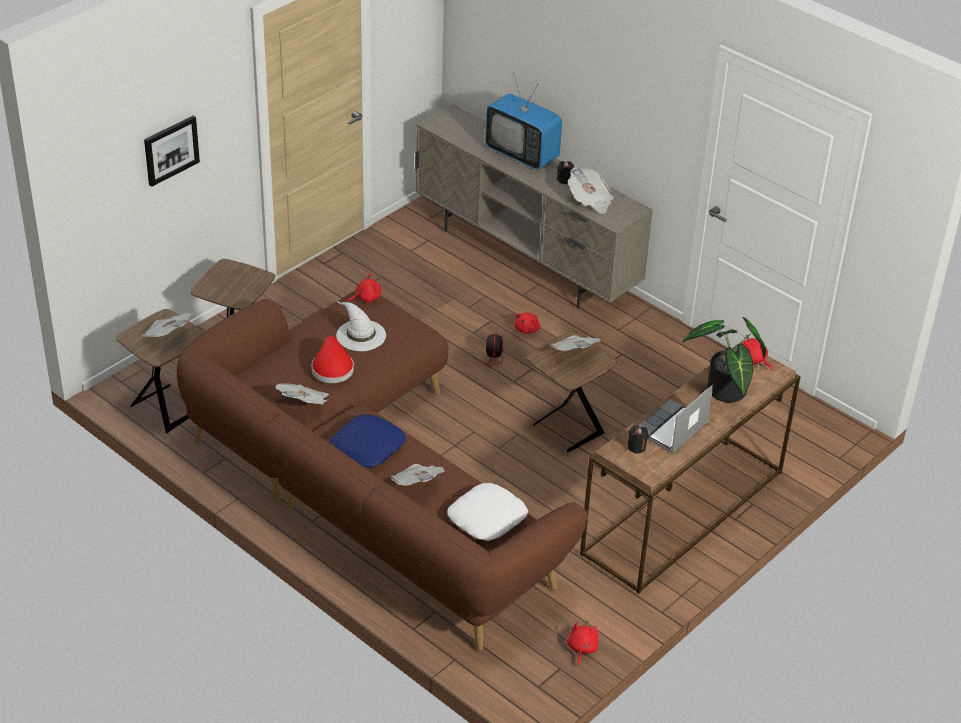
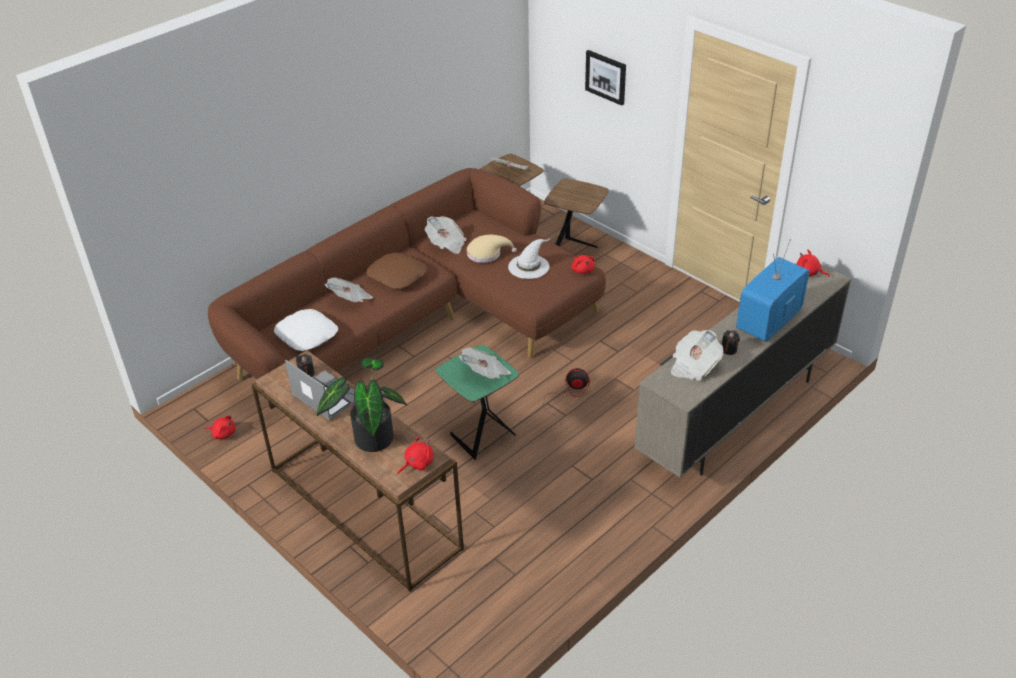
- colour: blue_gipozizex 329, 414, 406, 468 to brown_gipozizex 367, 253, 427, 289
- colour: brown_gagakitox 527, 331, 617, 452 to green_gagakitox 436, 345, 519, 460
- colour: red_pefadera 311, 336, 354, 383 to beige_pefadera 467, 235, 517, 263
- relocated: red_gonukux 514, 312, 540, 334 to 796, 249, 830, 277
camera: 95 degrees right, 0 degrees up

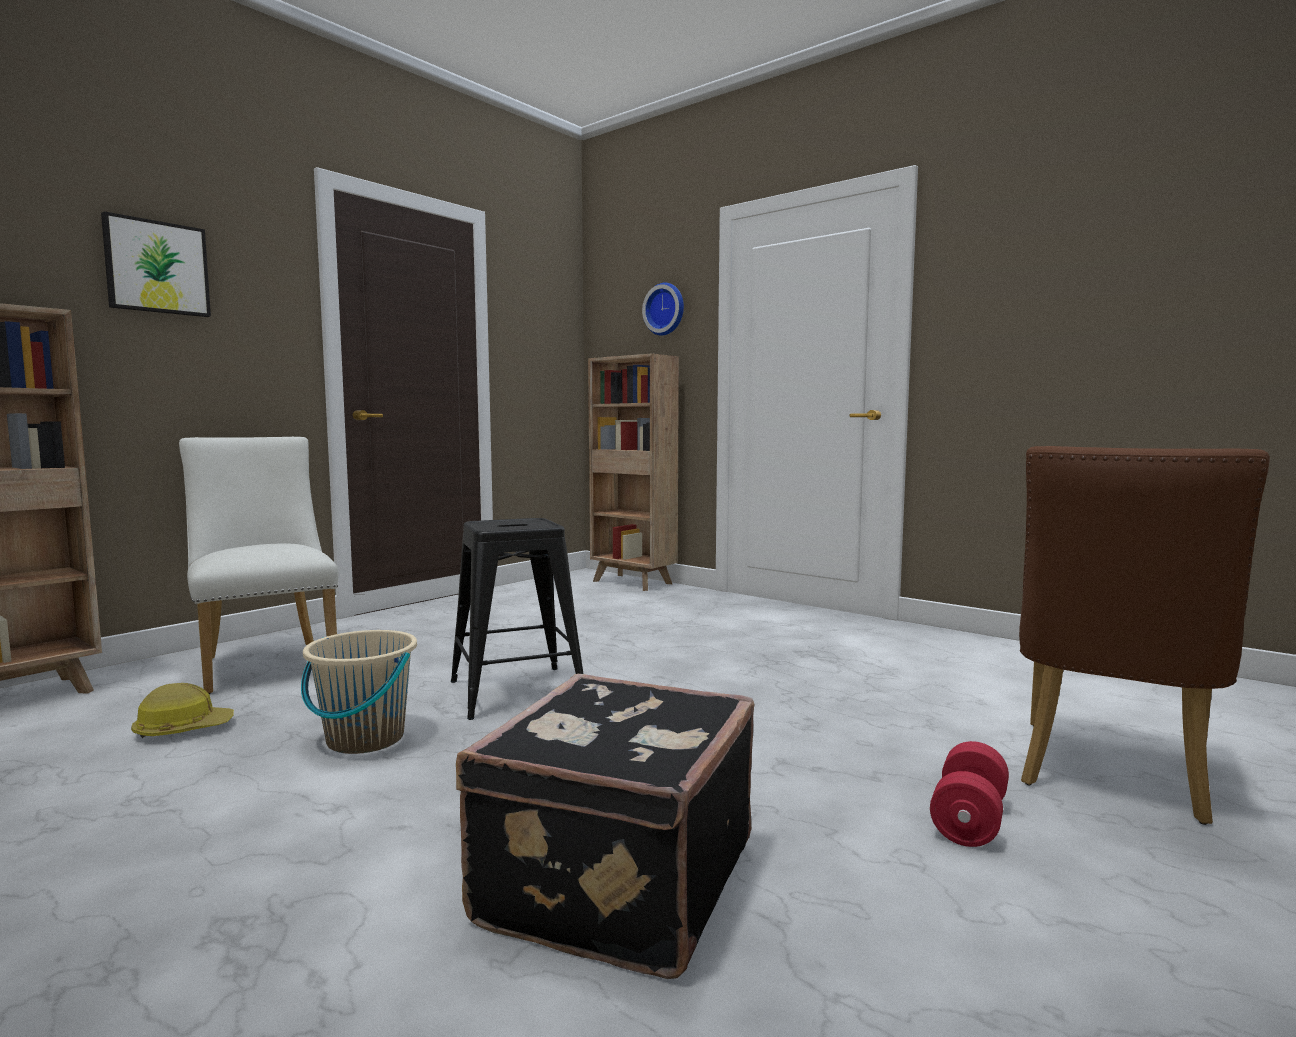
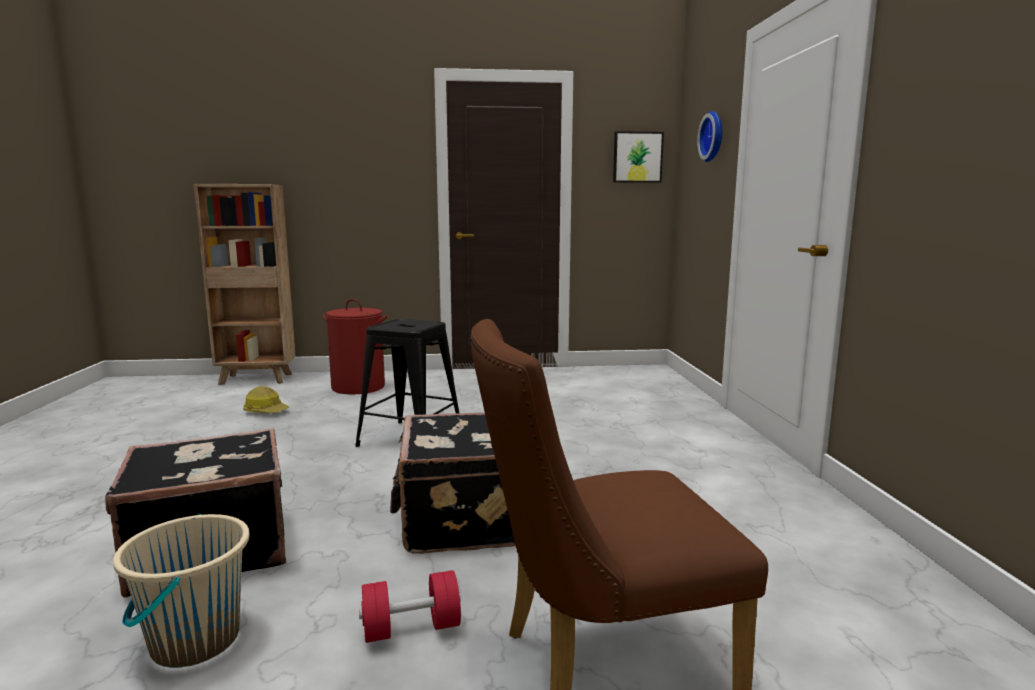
- relocated: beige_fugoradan 301, 630, 417, 754 to 113, 514, 250, 668
- exchanged: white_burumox 179, 437, 338, 694 to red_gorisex 323, 299, 387, 394
- appeared: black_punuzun 390, 412, 516, 554
- relocated: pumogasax 101, 211, 211, 317 to 613, 131, 664, 183
- missing: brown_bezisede 588, 354, 679, 591
camera: 45 degrees right, 5 degrees up

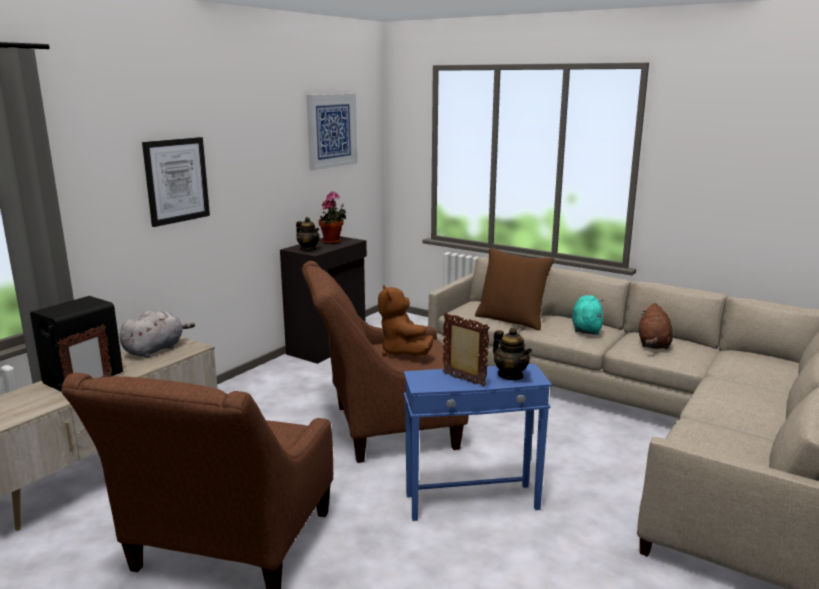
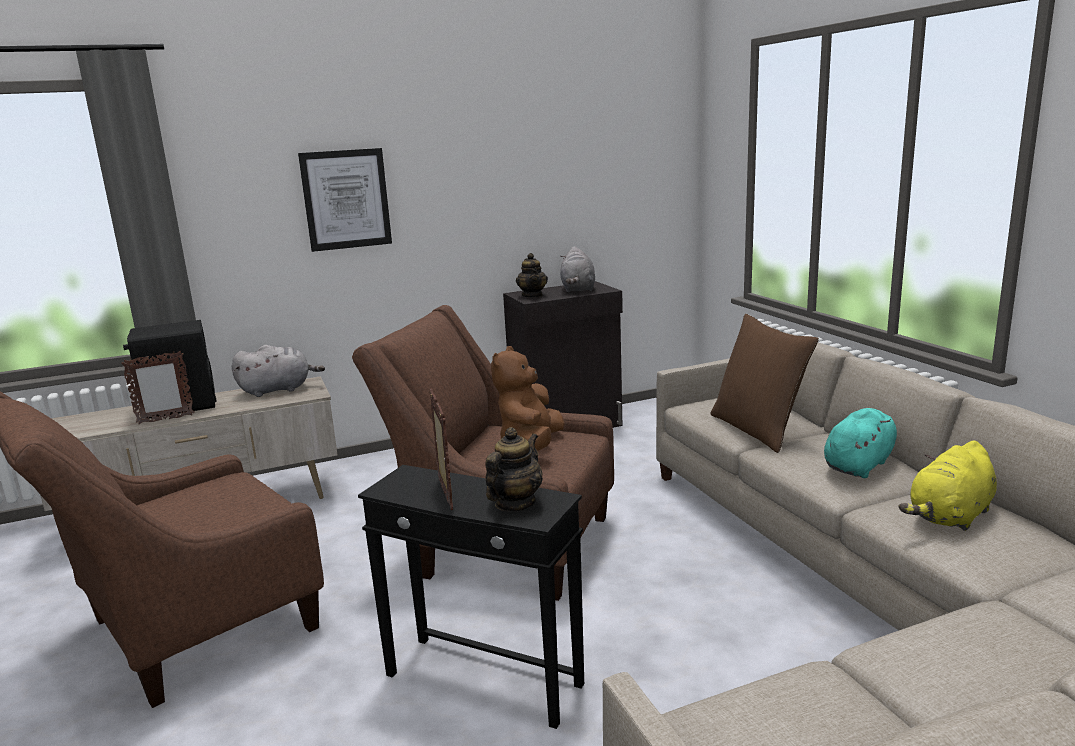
- colour: blue_gagakitox 404, 364, 552, 521 to black_gagakitox 358, 465, 584, 729
- spun: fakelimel 493, 327, 532, 380 = 485, 427, 543, 511 150 degrees counterclockwise
- exchanged: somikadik 318, 192, 346, 244 to grey_gonukux 560, 246, 595, 292
- colour: brown_gonukux 639, 303, 673, 349 to yellow_gonukux 899, 440, 997, 531
- missing: pumogasax 306, 94, 357, 171
camera: 35 degrees right, 0 degrees up

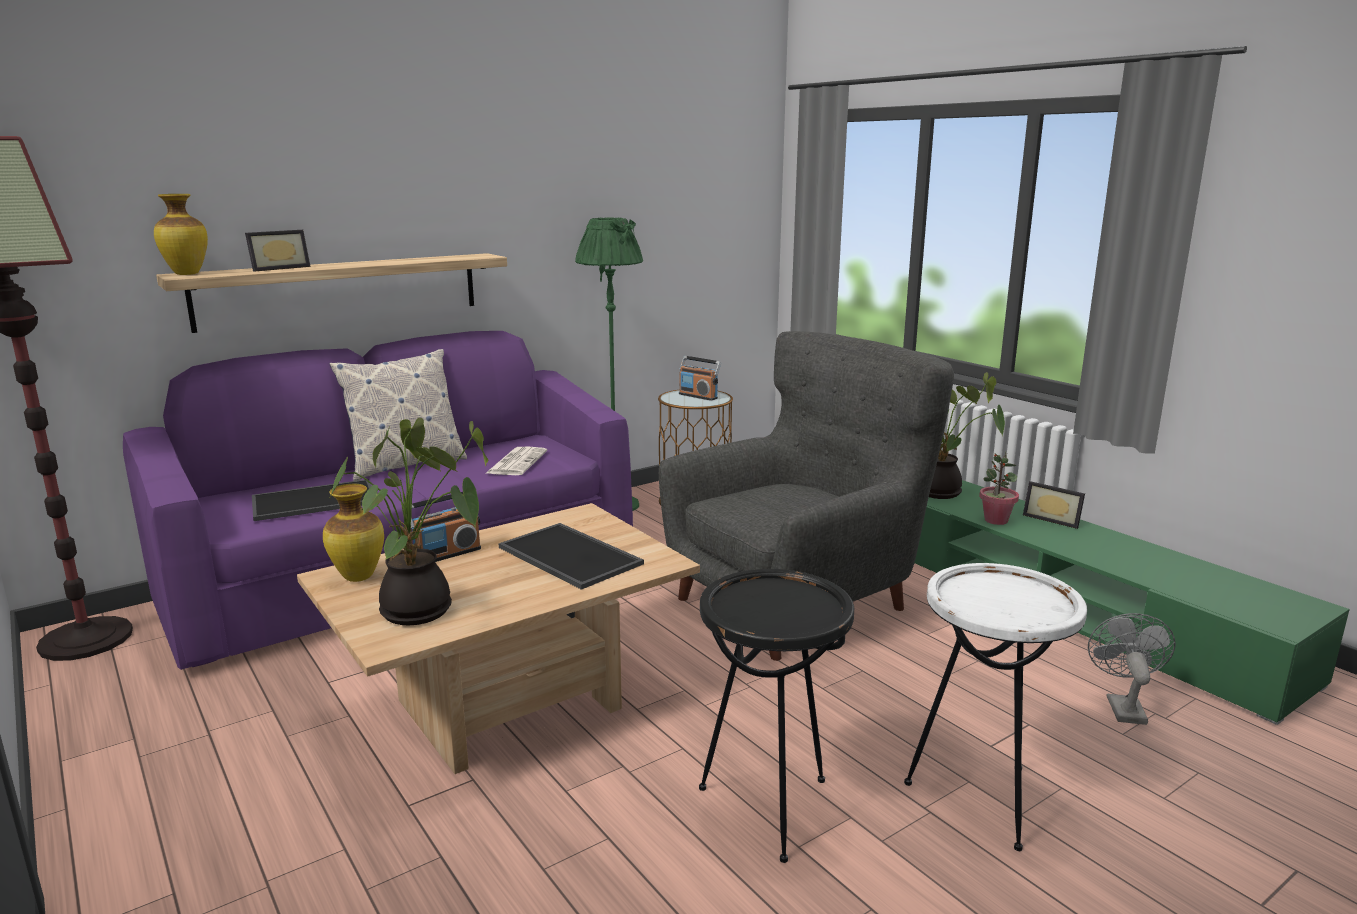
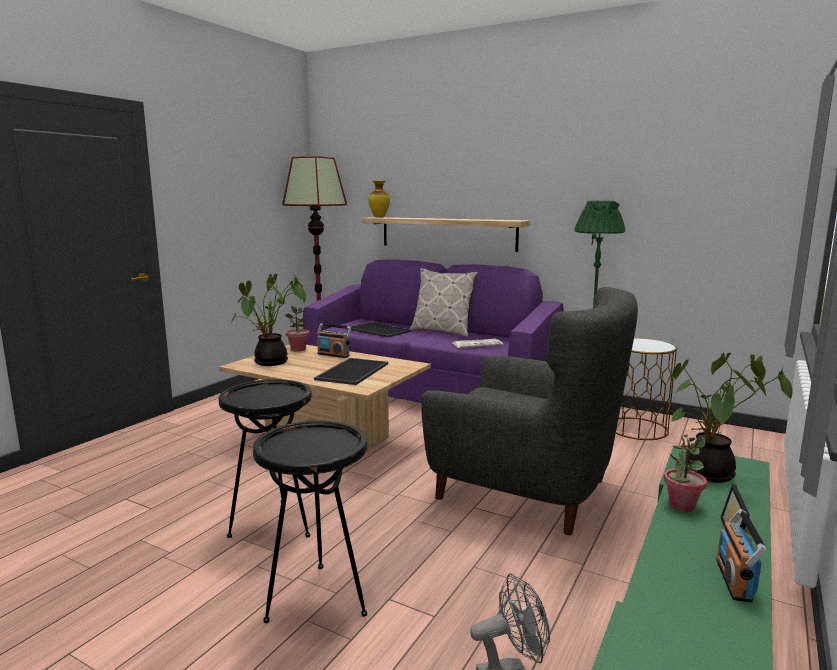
- colour: white_gagakitox 904, 563, 1087, 851 to black_gagakitox 253, 421, 367, 623
- exchanged: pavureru 323, 484, 384, 582 to somikadik 285, 306, 309, 352
- relocated: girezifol 679, 356, 721, 401 to 716, 509, 767, 603
- missing: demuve 245, 230, 310, 272
camera: 65 degrees right, 5 degrees down

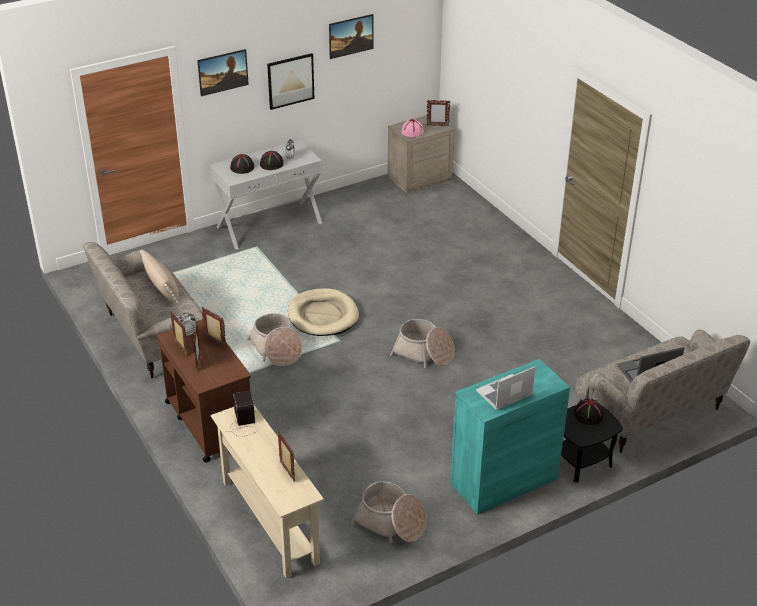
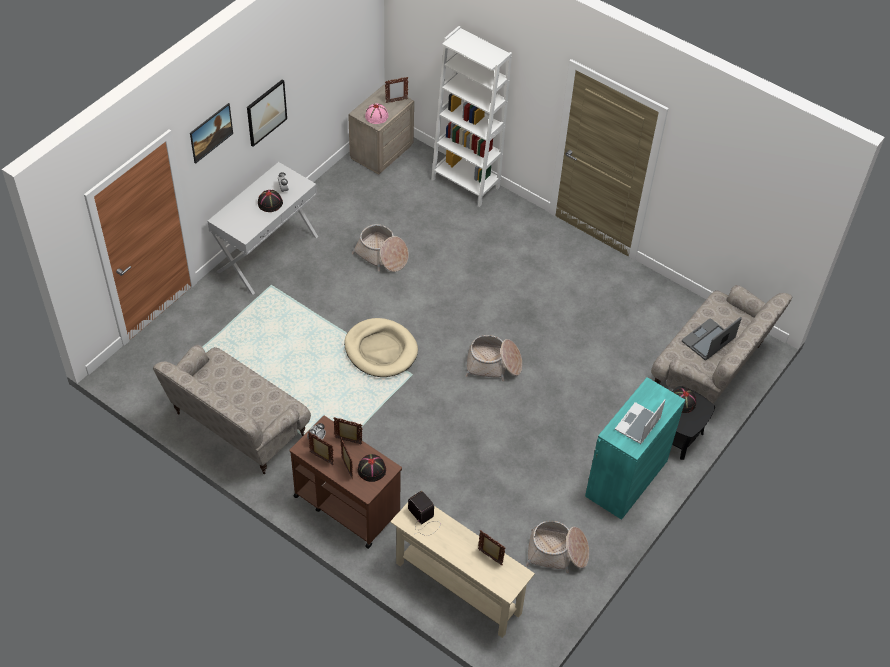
- relocated: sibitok 247, 313, 302, 367 to 352, 224, 409, 272
- relocated: black_pefadera 230, 154, 254, 174 to 357, 454, 386, 482
- appeared: white_bezisede 432, 26, 512, 207
- missing: beige_gipozizex 140, 249, 179, 303
- missing: pumogasax 329, 14, 374, 59
camera: 25 degrees left, 15 degrees up

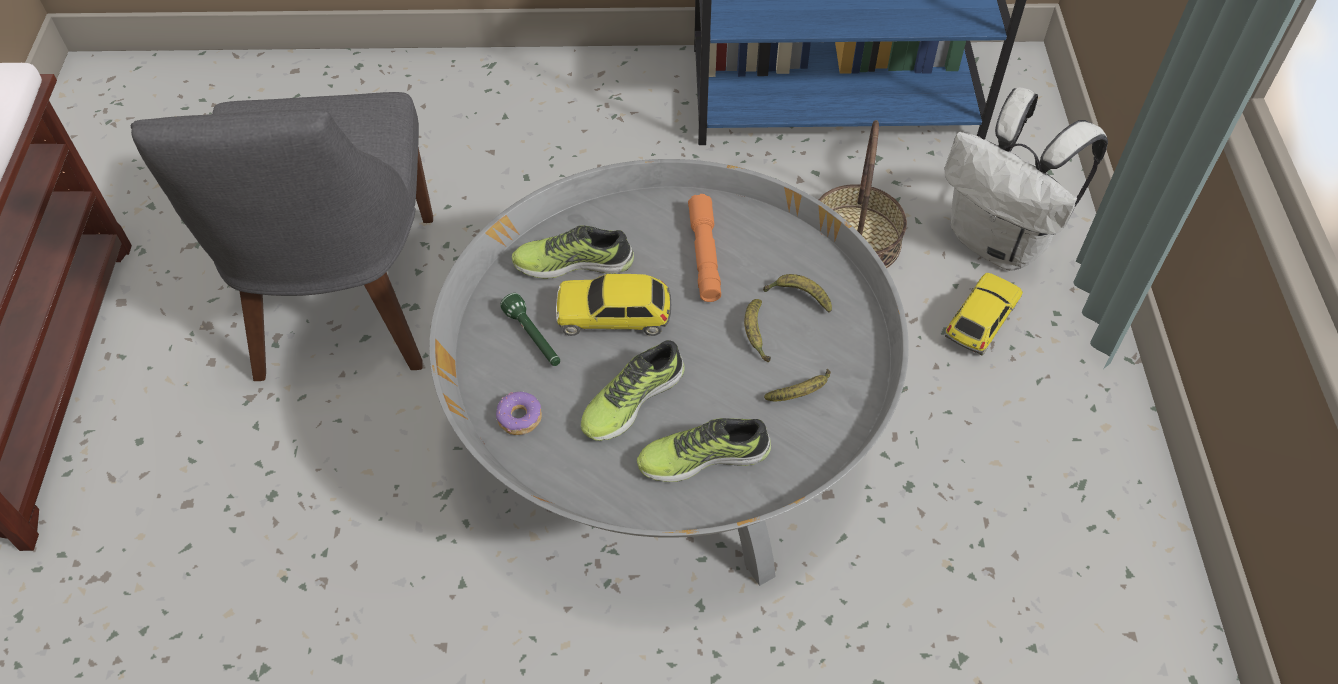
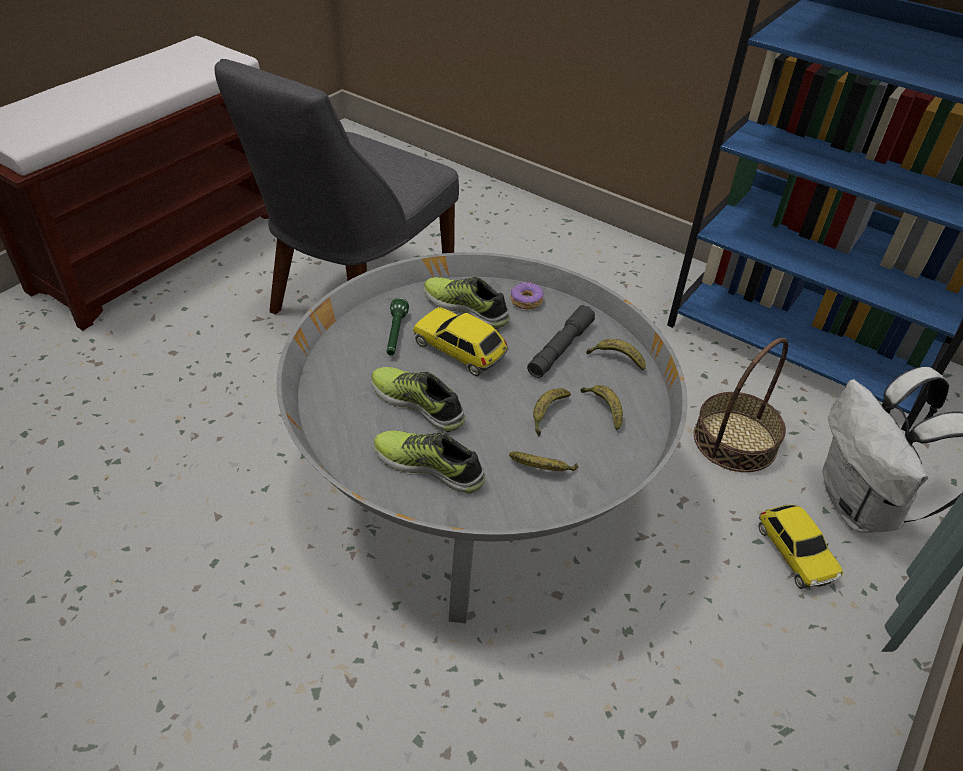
- spun: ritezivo 581, 340, 685, 441 = 371, 367, 465, 432 45 degrees clockwise
- relocated: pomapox 496, 392, 542, 435 to 511, 282, 544, 309
- colour: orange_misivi 688, 194, 721, 302 to grey_misivi 527, 305, 595, 378
- appeared: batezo 586, 339, 646, 370
- spun: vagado 945, 273, 1023, 356 = 759, 505, 843, 589 90 degrees clockwise
camera: 35 degrees right, 10 degrees down

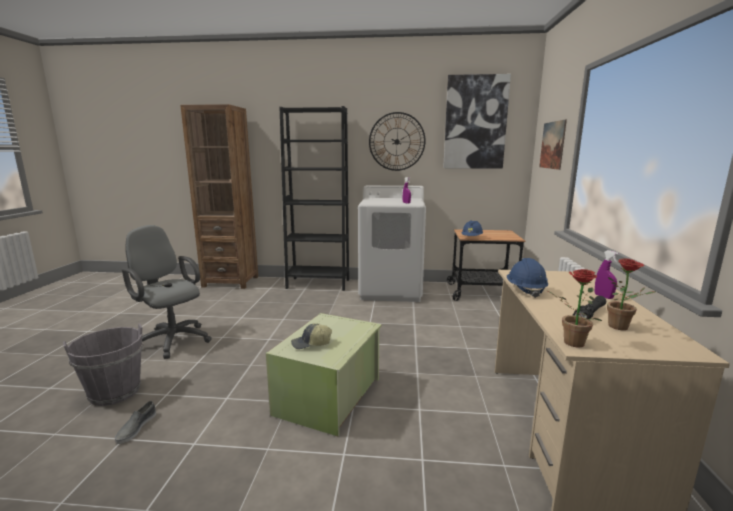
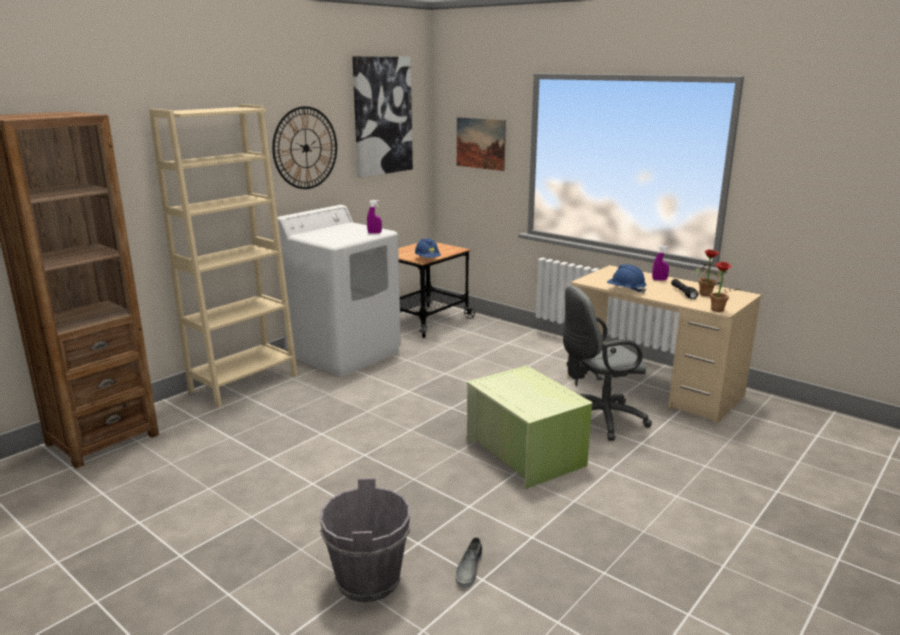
- colour: black_bezisede 280, 106, 349, 291 to beige_bezisede 149, 104, 298, 408
- spun: grey_ritezivo 115, 401, 156, 444 = 456, 537, 482, 588 60 degrees clockwise
- relocated: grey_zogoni 122, 225, 212, 359 to 563, 286, 652, 441
- missing: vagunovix 291, 323, 332, 349
camera: 55 degrees left, 5 degrees up

